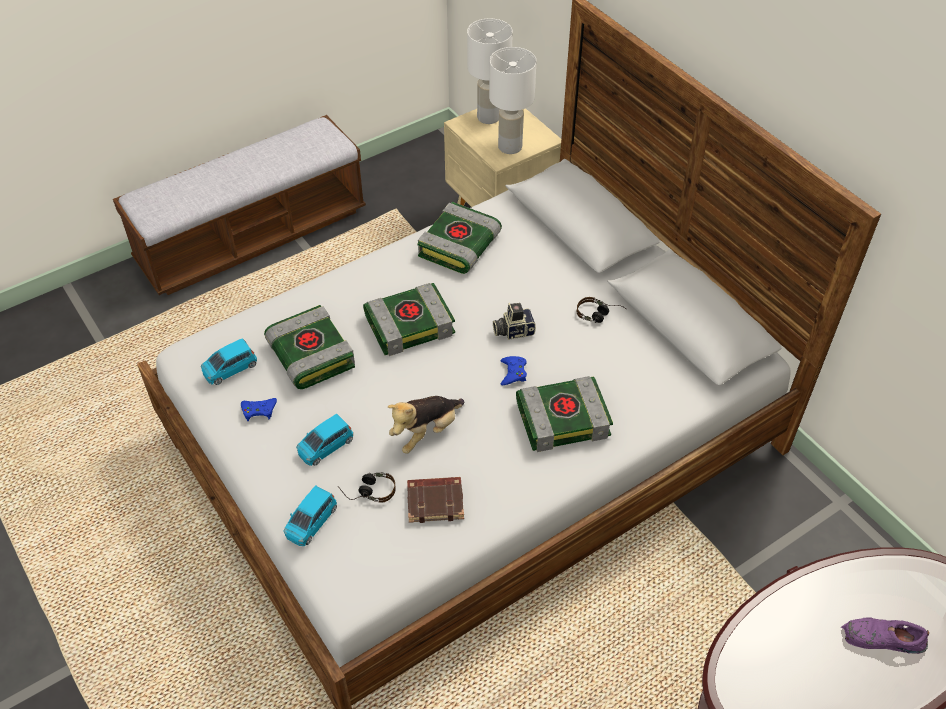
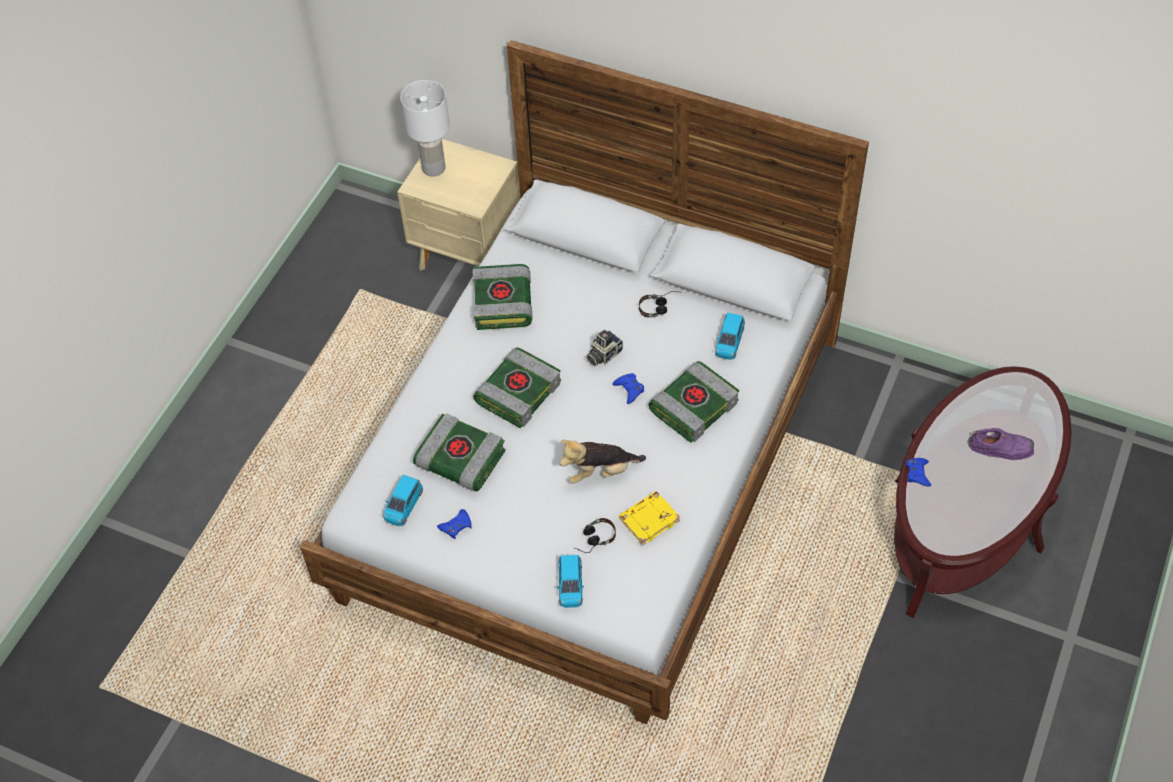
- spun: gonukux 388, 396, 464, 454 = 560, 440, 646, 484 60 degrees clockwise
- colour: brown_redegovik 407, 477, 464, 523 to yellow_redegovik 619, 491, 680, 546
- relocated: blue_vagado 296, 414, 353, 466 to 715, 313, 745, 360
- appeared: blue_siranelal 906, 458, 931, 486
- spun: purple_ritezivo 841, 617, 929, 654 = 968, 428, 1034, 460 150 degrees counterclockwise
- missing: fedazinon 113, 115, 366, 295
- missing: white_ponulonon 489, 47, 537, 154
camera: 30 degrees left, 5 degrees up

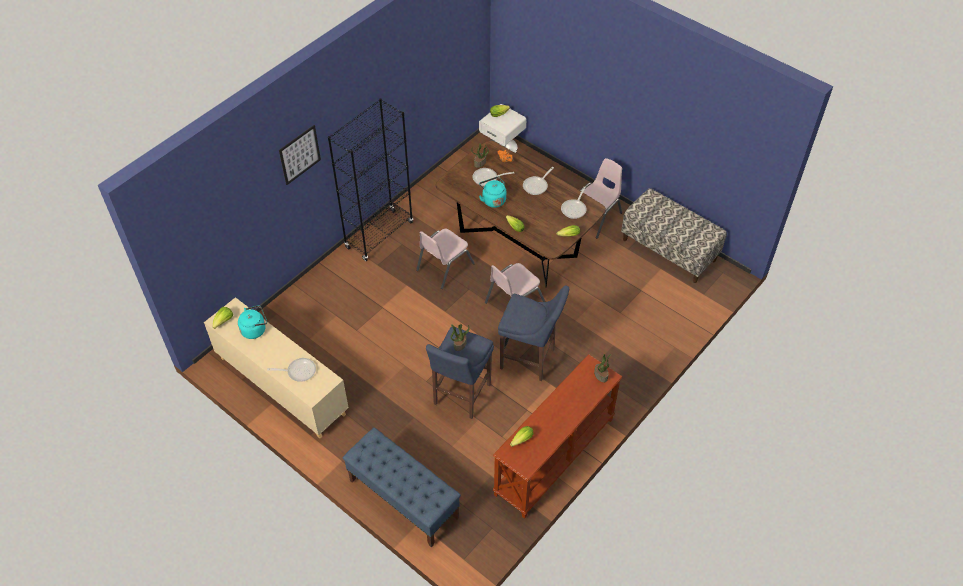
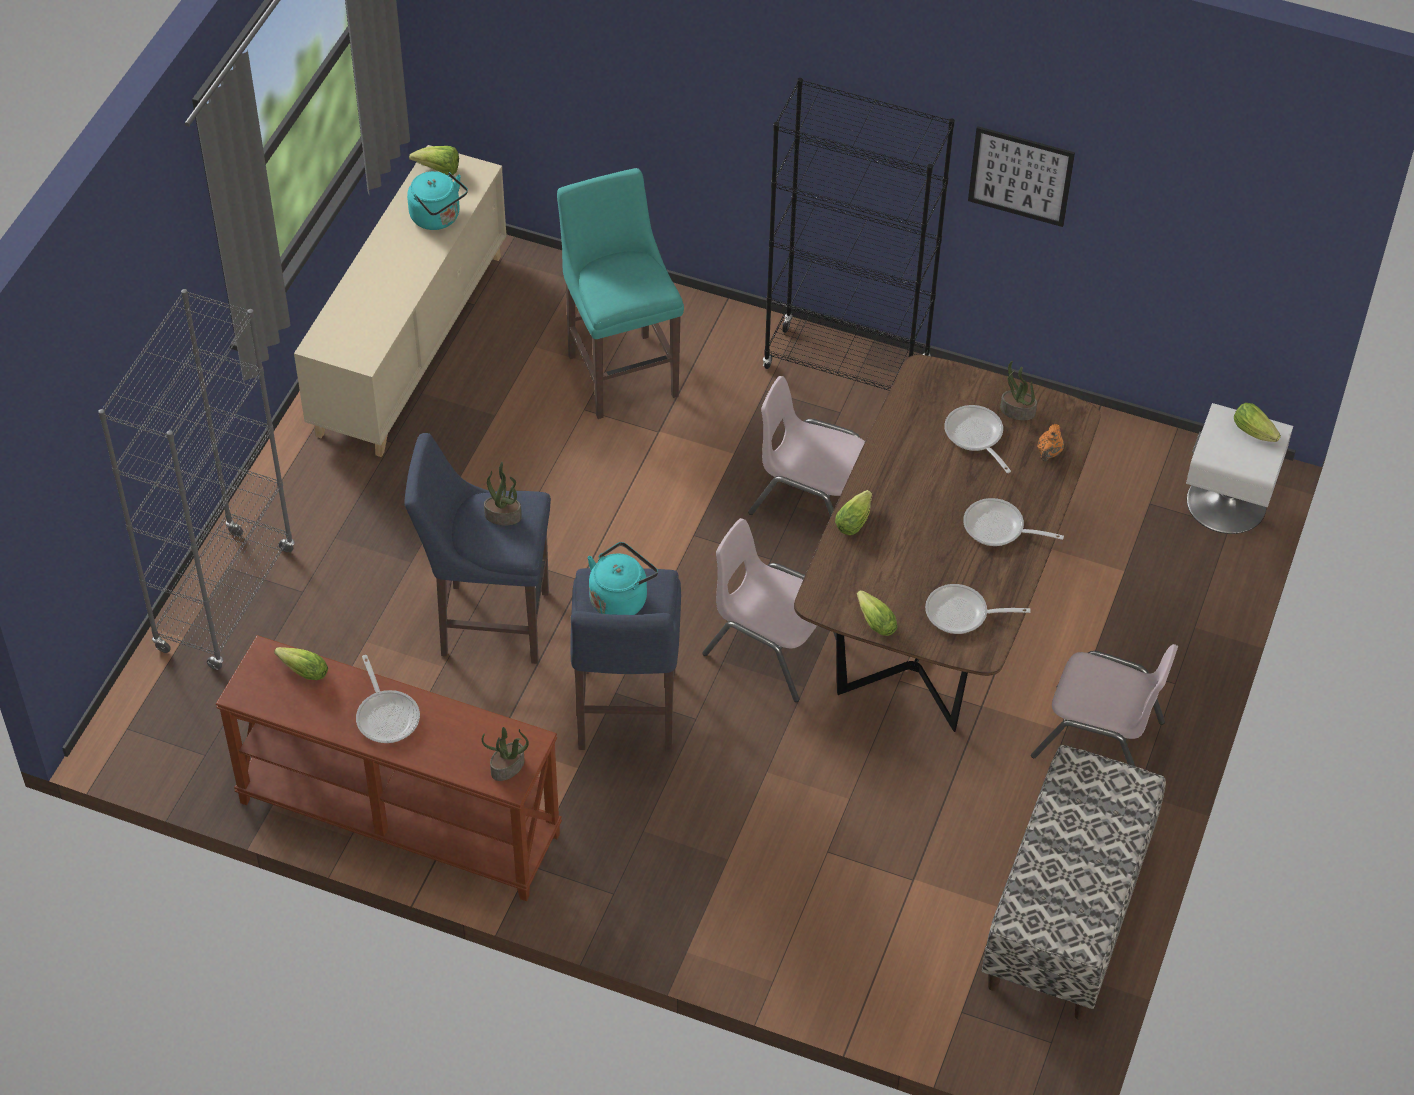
- exchanged: blue_fedazinon 343, 428, 461, 548 to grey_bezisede 98, 289, 295, 670
- relocated: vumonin 267, 358, 316, 382 to 356, 655, 420, 743
- appeared: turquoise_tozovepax 557, 168, 684, 419
- relocated: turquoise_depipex 479, 176, 506, 208 to 588, 542, 658, 615
- relocated: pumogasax 279, 125, 321, 185 to 968, 126, 1075, 227
camera: 70 degrees right, 0 degrees up

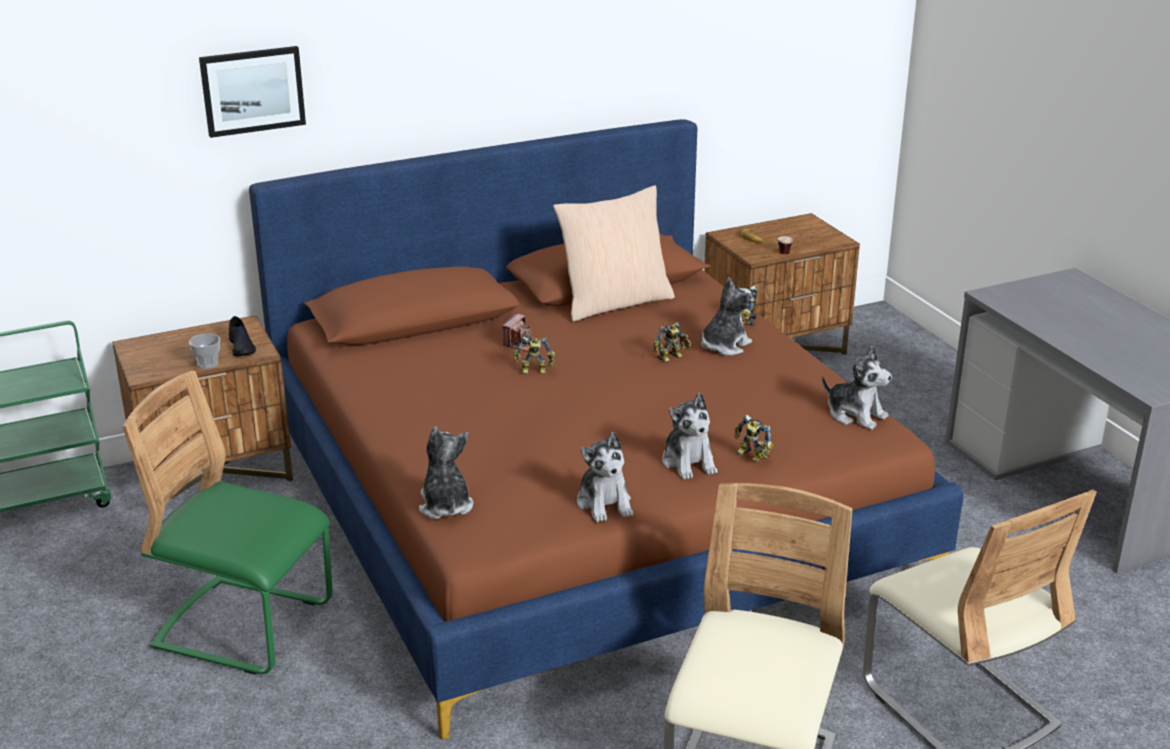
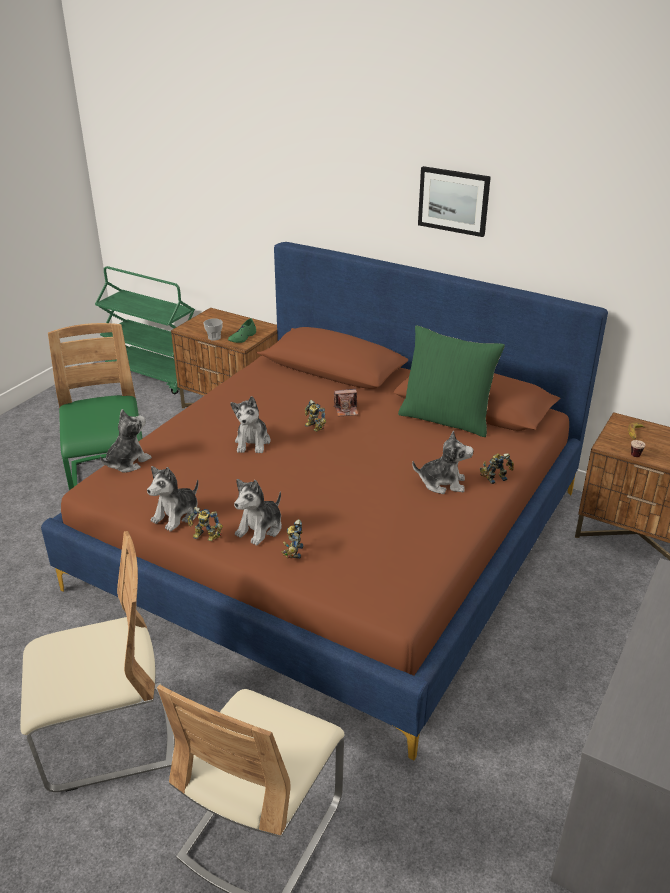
- relocated: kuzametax 653, 322, 692, 363 to 188, 507, 223, 541
- colour: black_ritezivo 229, 316, 256, 356 to green_ritezivo 228, 318, 256, 343
- relocated: gonukux 822, 346, 892, 430 to 230, 396, 271, 453
- colour: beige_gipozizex 553, 185, 675, 322 to green_gipozizex 398, 325, 505, 437
- relocated: pumogasax 199, 46, 306, 138 to 418, 166, 491, 237
camera: 55 degrees right, 5 degrees up

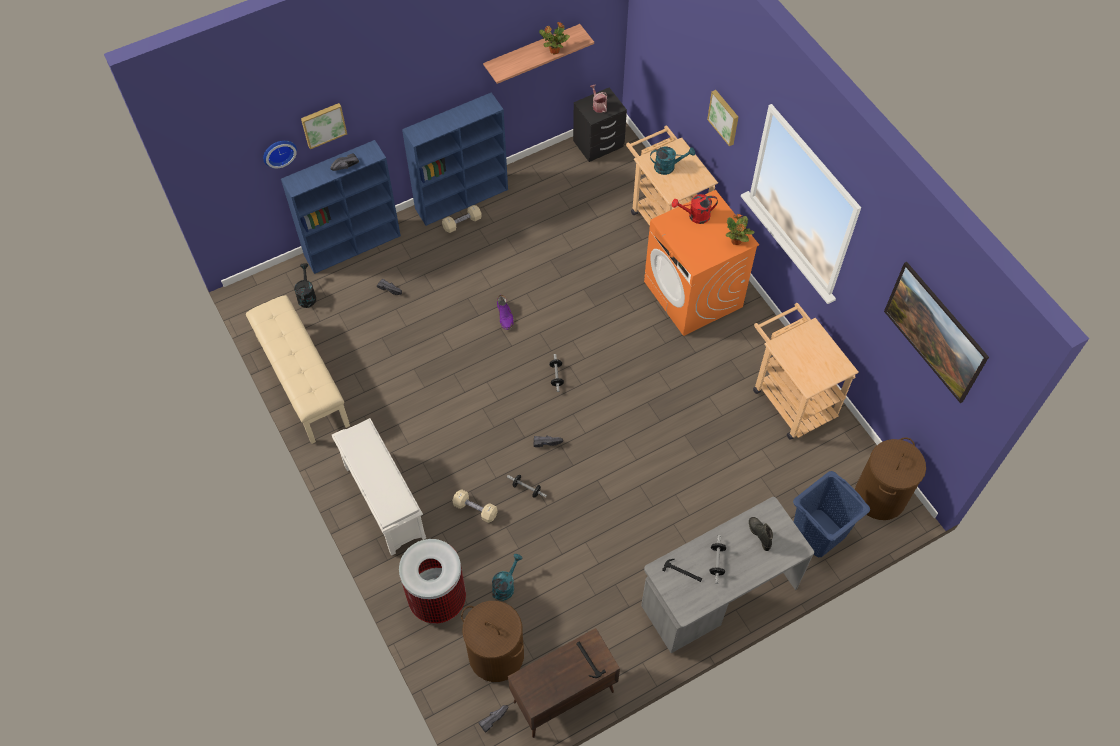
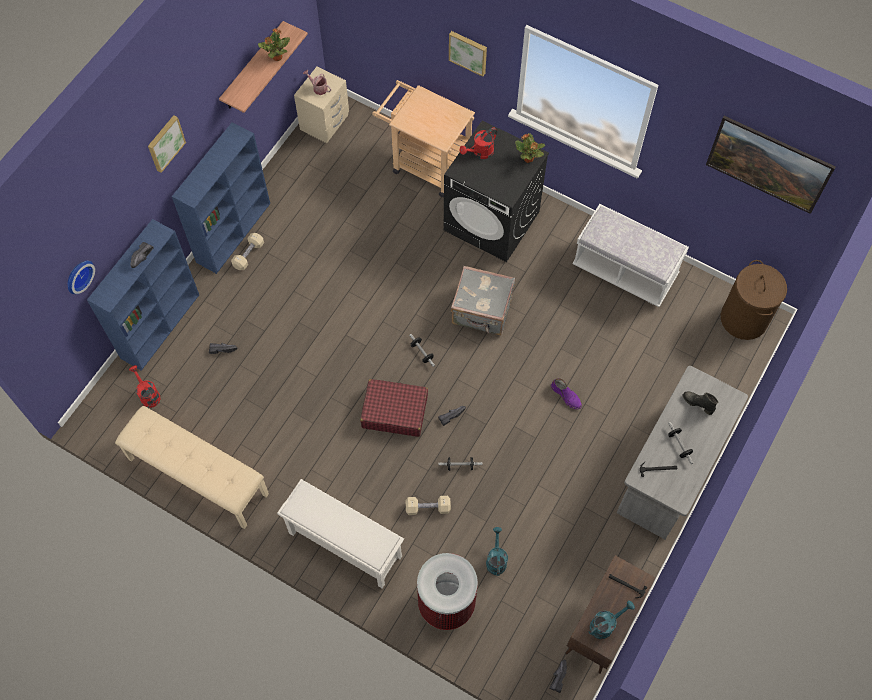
- colour: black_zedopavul 294, 264, 316, 308 to red_zedopavul 129, 365, 161, 408
- relocated: pumogasax 301, 103, 347, 149 to 148, 115, 186, 173
- colour: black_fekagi 573, 87, 627, 162 to beige_fekagi 294, 67, 349, 143
- appeared: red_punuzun 360, 379, 428, 437
- colour: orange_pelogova 644, 190, 759, 336 to black_pelogova 444, 121, 549, 262
- appeared: grey_punuzun 451, 266, 515, 336
- relocated: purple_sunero 497, 295, 514, 330 to 551, 378, 582, 410
- exchanged: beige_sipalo 753, 303, 859, 439 to white_fedazinon 572, 204, 689, 307
- relocated: turquoise_zedopavul 650, 147, 695, 175 to 588, 601, 635, 639
- missing: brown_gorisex 461, 601, 524, 682
- missing: blue_gorisex 793, 471, 870, 557
camera: 30 degrees left, 5 degrees up

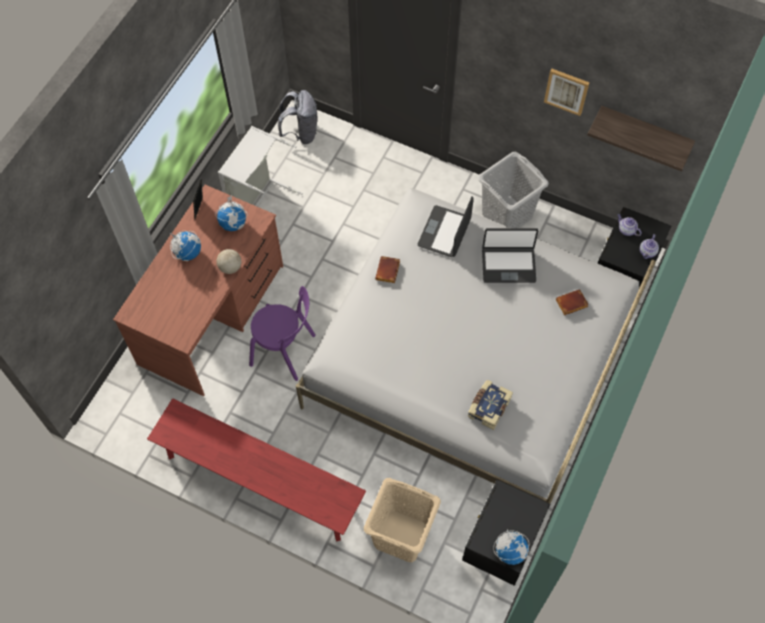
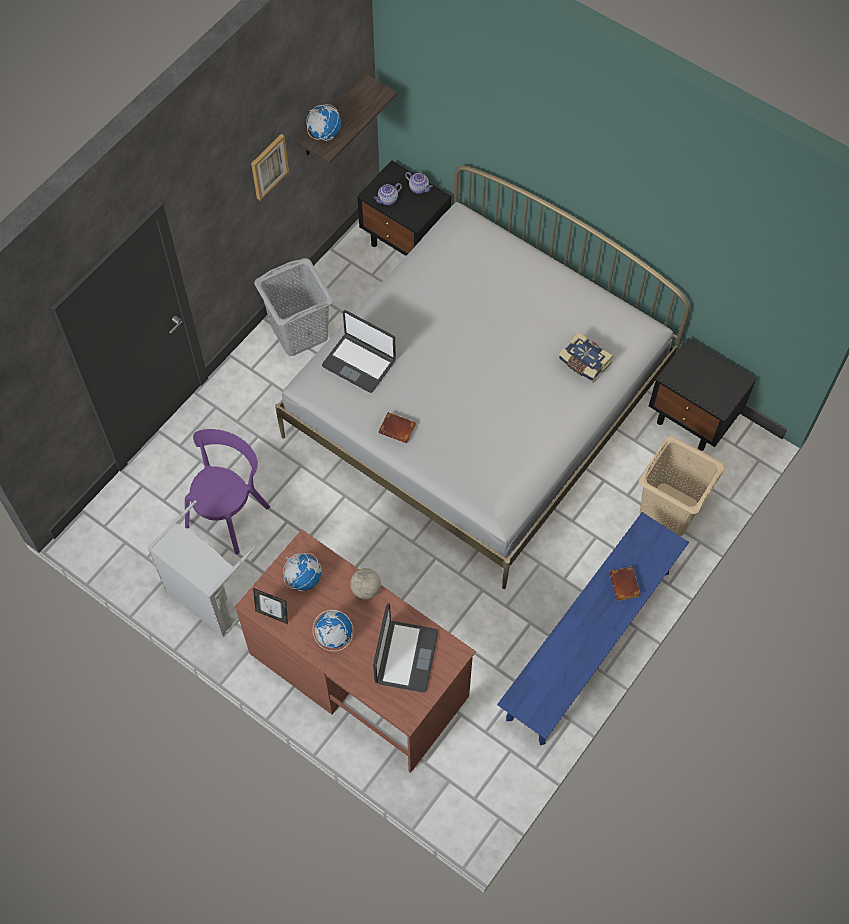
- relocated: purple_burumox 249, 286, 316, 381 to 185, 429, 270, 554
- relocated: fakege 493, 530, 529, 565 to 306, 104, 341, 141
- relocated: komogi 482, 228, 539, 283 to 373, 603, 438, 692
- colour: red_fedazinon 147, 398, 366, 541 to blue_fedazinon 497, 512, 689, 745
- relocated: brown_redegovik 556, 289, 589, 316 to 609, 566, 641, 601
- missing: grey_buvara 278, 90, 318, 144
camera: 80 degrees left, 0 degrees up

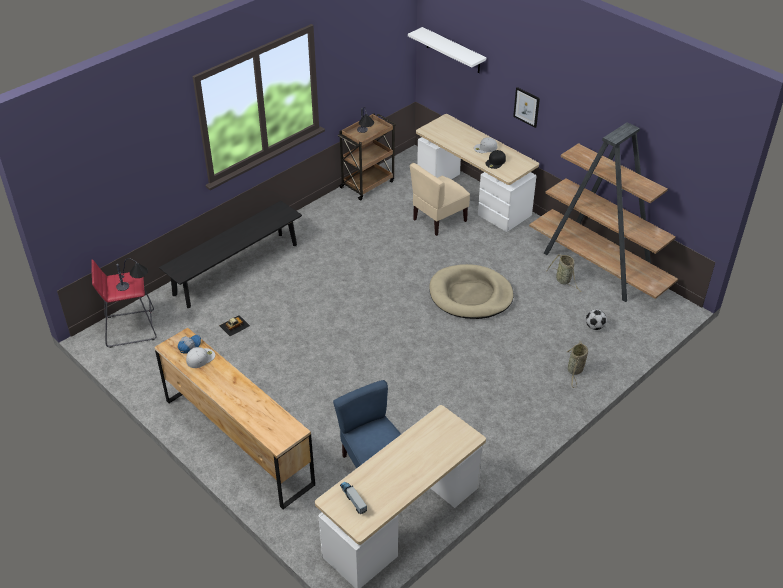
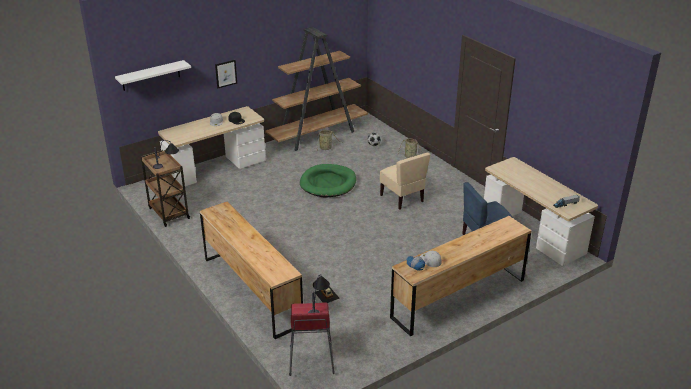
- exchanged: black_fedazinon 159, 201, 302, 308 to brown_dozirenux 200, 202, 303, 339
- colour: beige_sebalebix 429, 264, 514, 319 to green_sebalebix 300, 164, 356, 198
- relocated: beige_burumox 410, 163, 470, 236 to 380, 152, 431, 210
camera: 80 degrees left, 10 degrees down

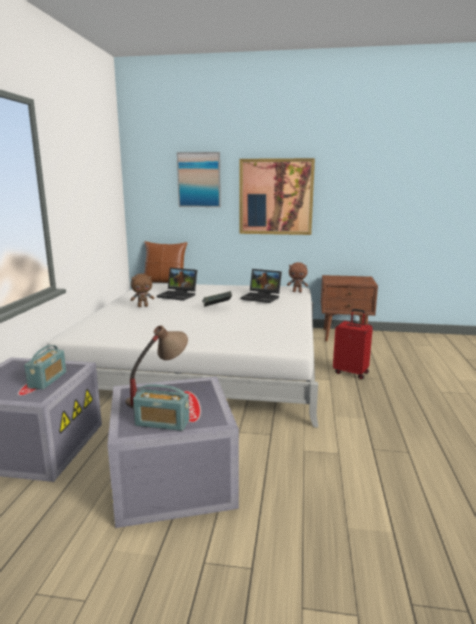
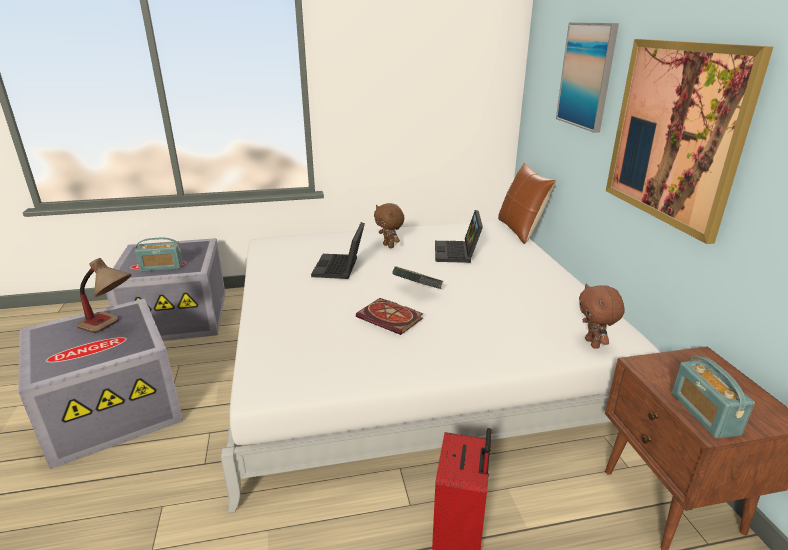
- relocated: komogi 241, 269, 282, 303 to 311, 222, 365, 279
- appeared: redegovik 356, 298, 423, 335
- relocated: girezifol 133, 384, 189, 431 to 672, 356, 755, 438
camera: 70 degrees right, 10 degrees up

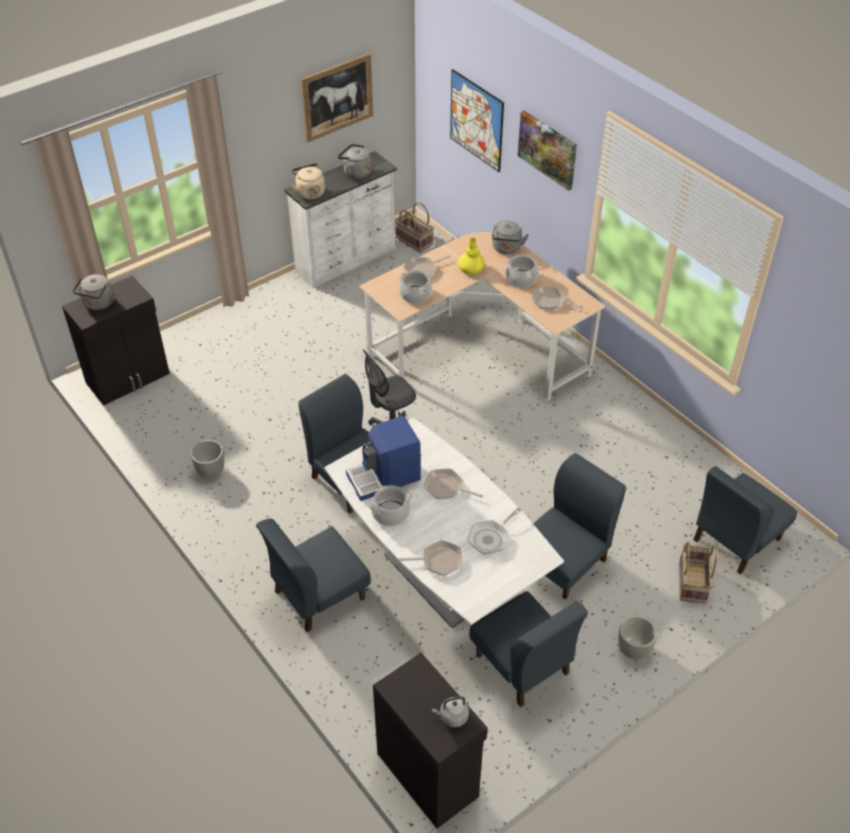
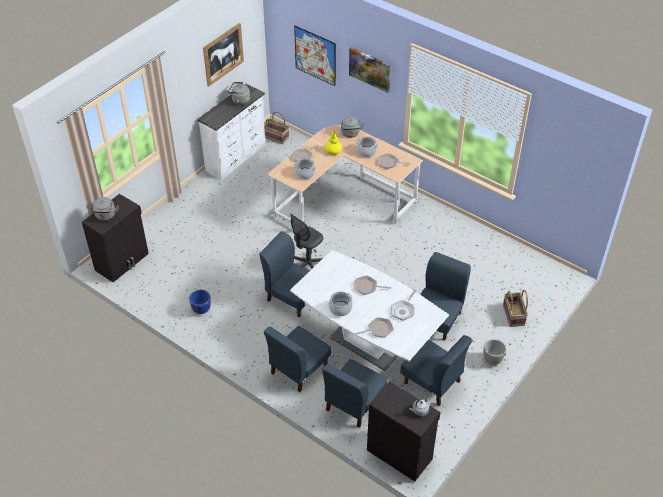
- colour: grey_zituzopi 191, 440, 224, 478 to blue_zituzopi 189, 290, 211, 314
- relocated: blue_burumox 693, 466, 797, 575 to 322, 359, 388, 428
- missing: beige_depipex 290, 163, 325, 199
- missing: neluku 346, 416, 421, 501
camera: 15 degrees left, 0 degrees up

